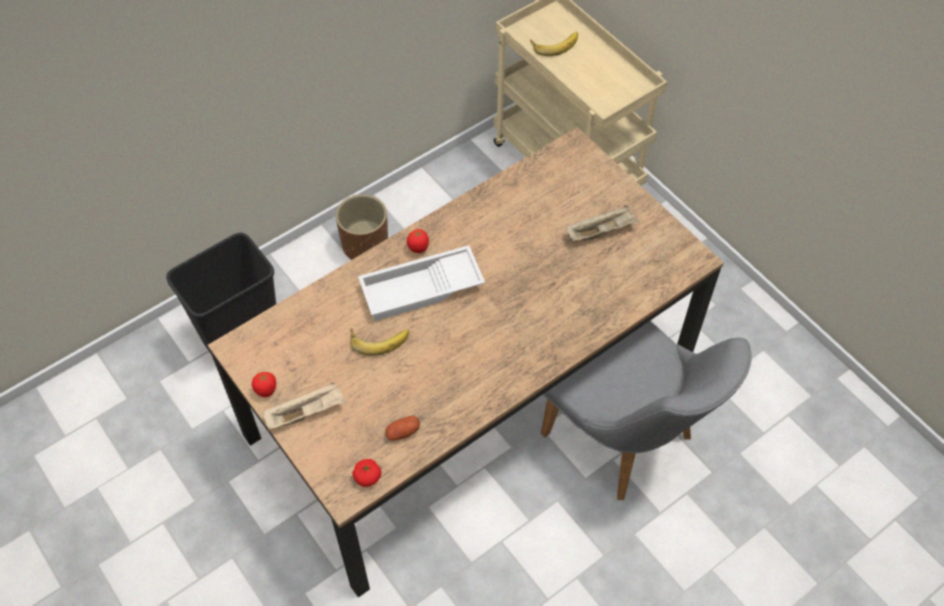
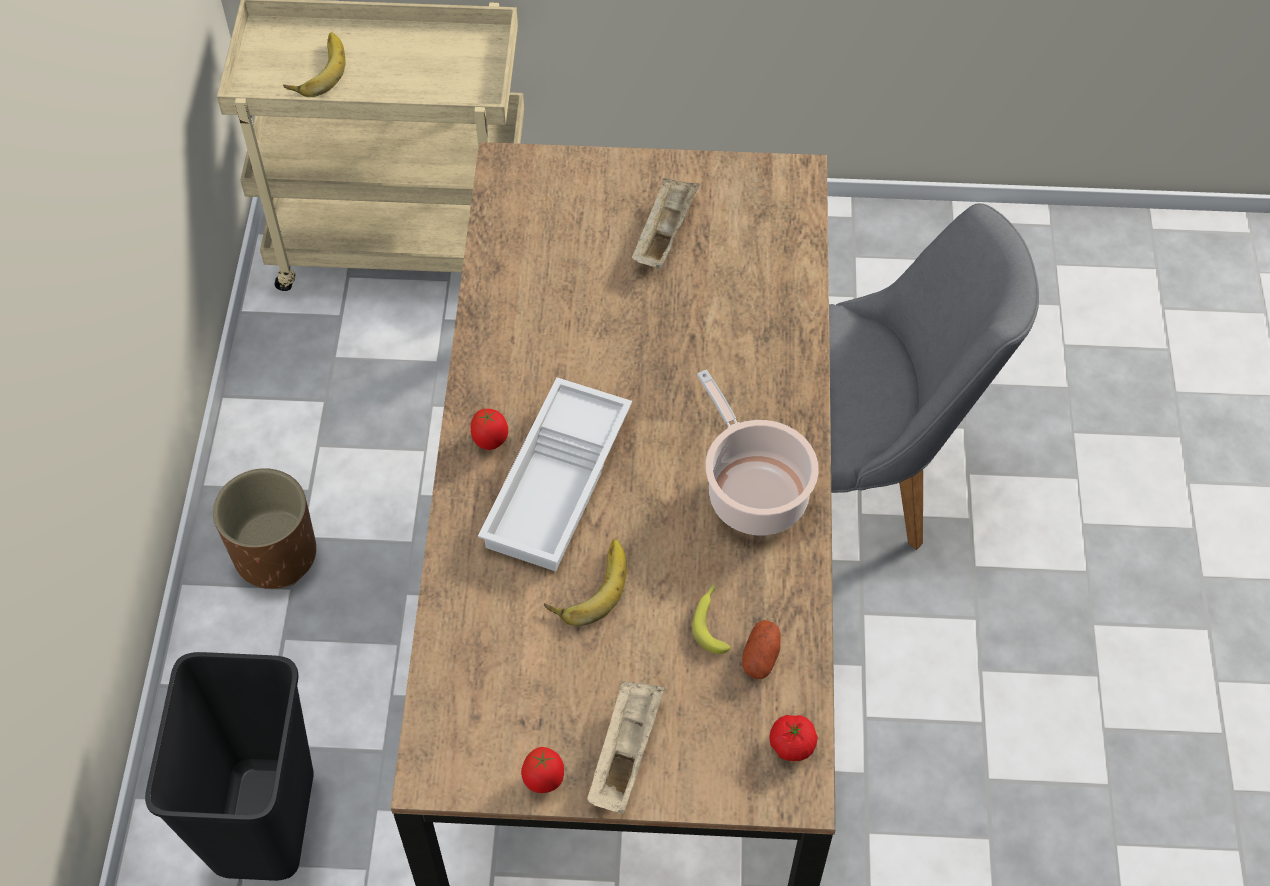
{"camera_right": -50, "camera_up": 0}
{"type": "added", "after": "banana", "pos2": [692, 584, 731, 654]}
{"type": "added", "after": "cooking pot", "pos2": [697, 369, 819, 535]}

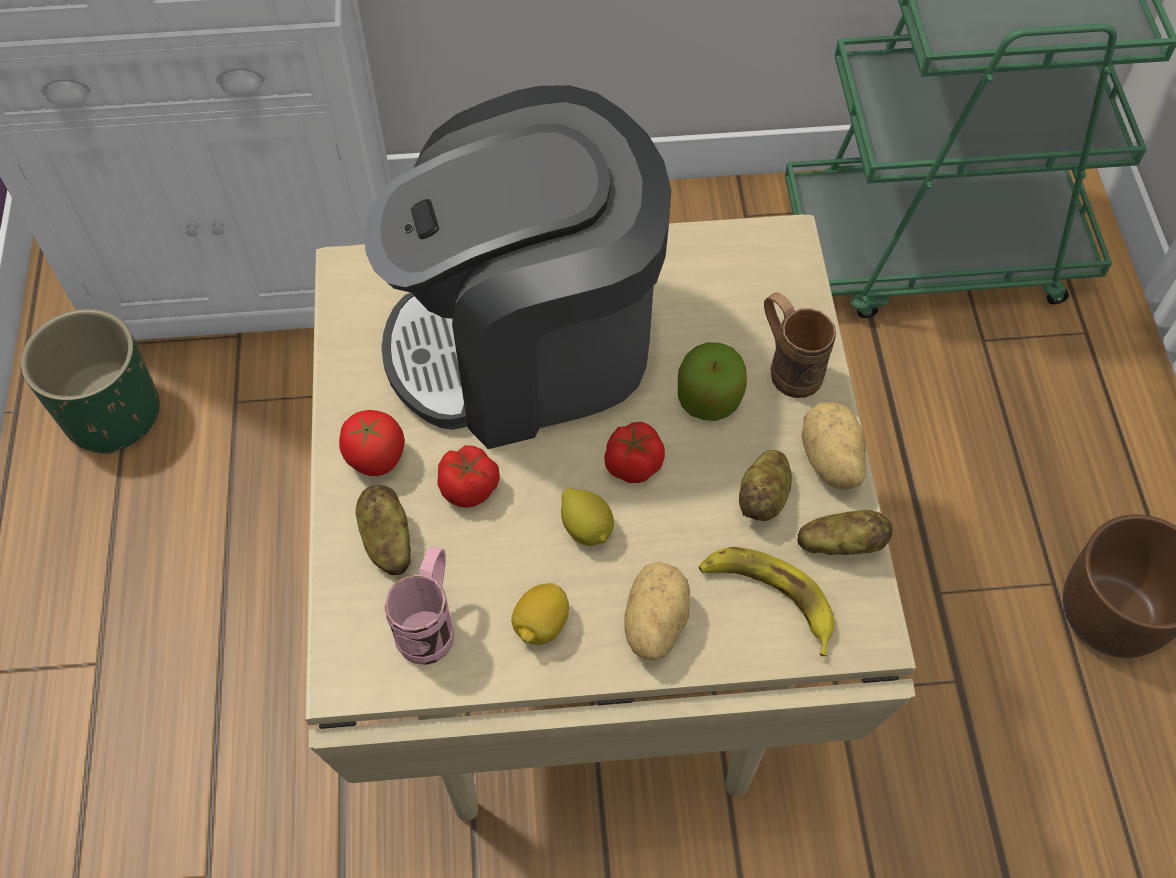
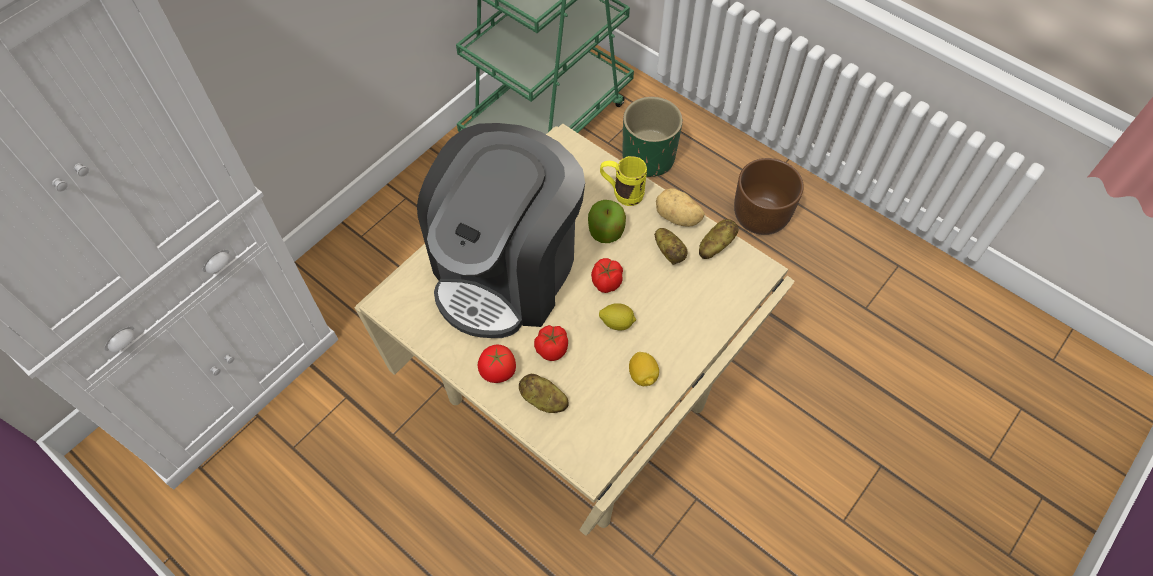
{"camera_right": -45, "camera_up": 0}
{"type": "recoloured", "before": "mug/brown", "after": "mug/yellow", "pos1": [764, 293, 836, 398], "pos2": [600, 156, 647, 206]}
{"type": "moved", "before": "planter/green", "pos1": [21, 309, 160, 454], "pos2": [622, 97, 683, 177]}
{"type": "removed", "before": "mug/pink", "pos1": [384, 546, 454, 665]}
{"type": "removed", "before": "potato", "pos1": [624, 561, 690, 661]}
{"type": "removed", "before": "banana", "pos1": [699, 547, 834, 657]}

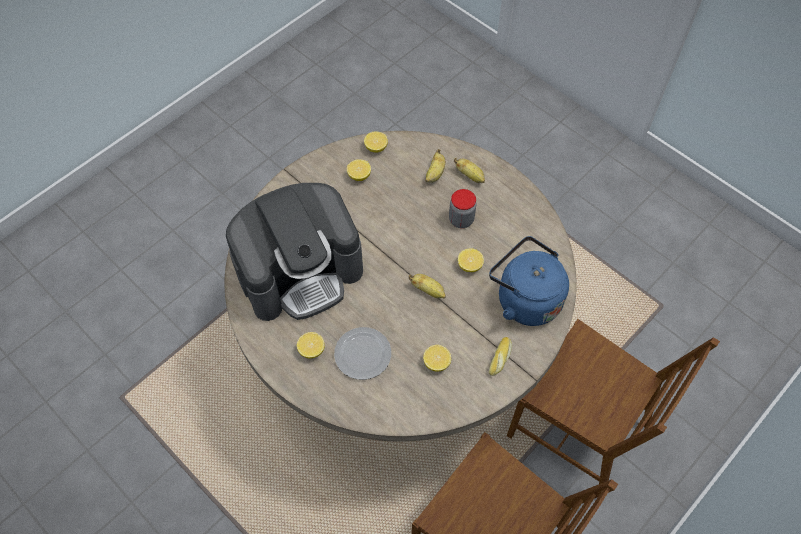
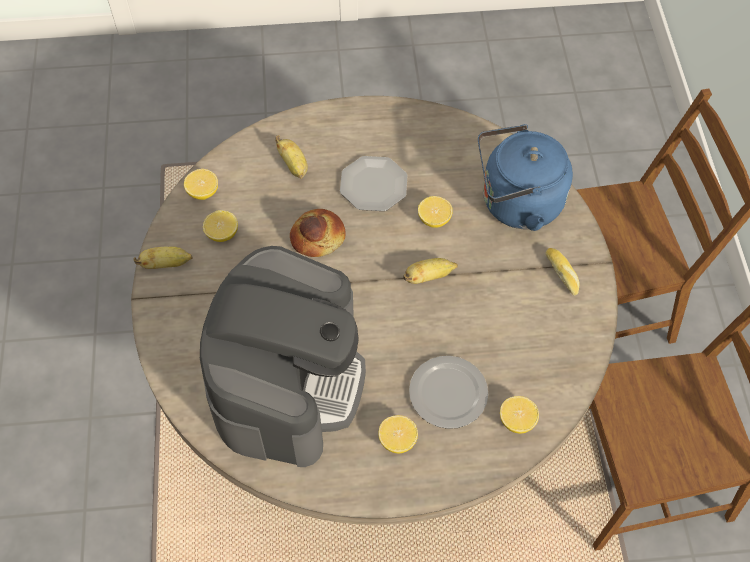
{"camera_right": -50, "camera_up": 0}
{"type": "moved", "before": "banana", "pos1": [454, 158, 485, 183], "pos2": [134, 246, 193, 269]}
{"type": "added", "after": "bread", "pos2": [290, 209, 346, 257]}
{"type": "replaced", "before": "jar", "after": "plate", "pos1": [449, 189, 476, 228], "pos2": [340, 156, 408, 211]}
{"type": "moved", "before": "lemon", "pos1": [423, 345, 451, 372], "pos2": [500, 396, 539, 433]}

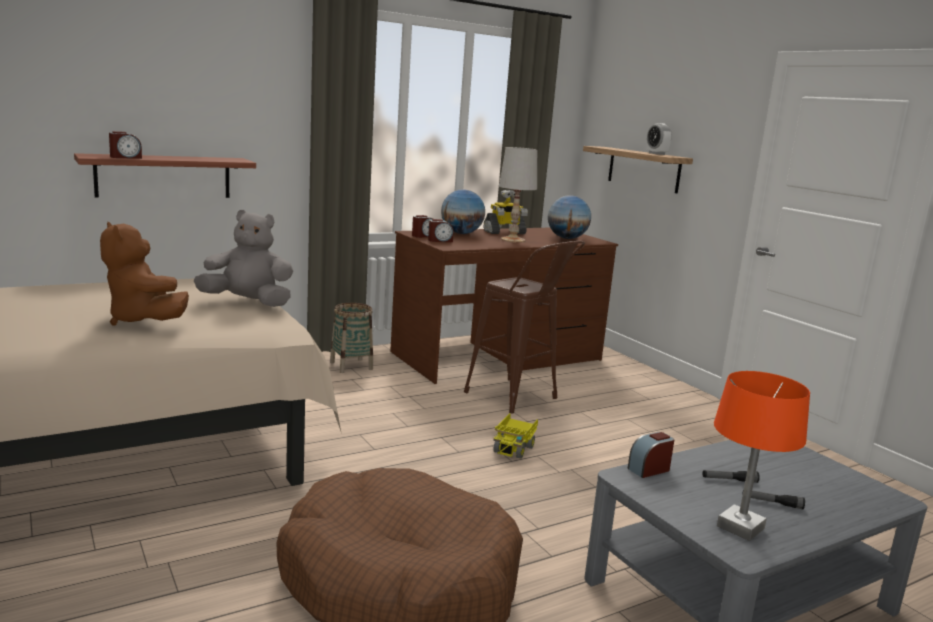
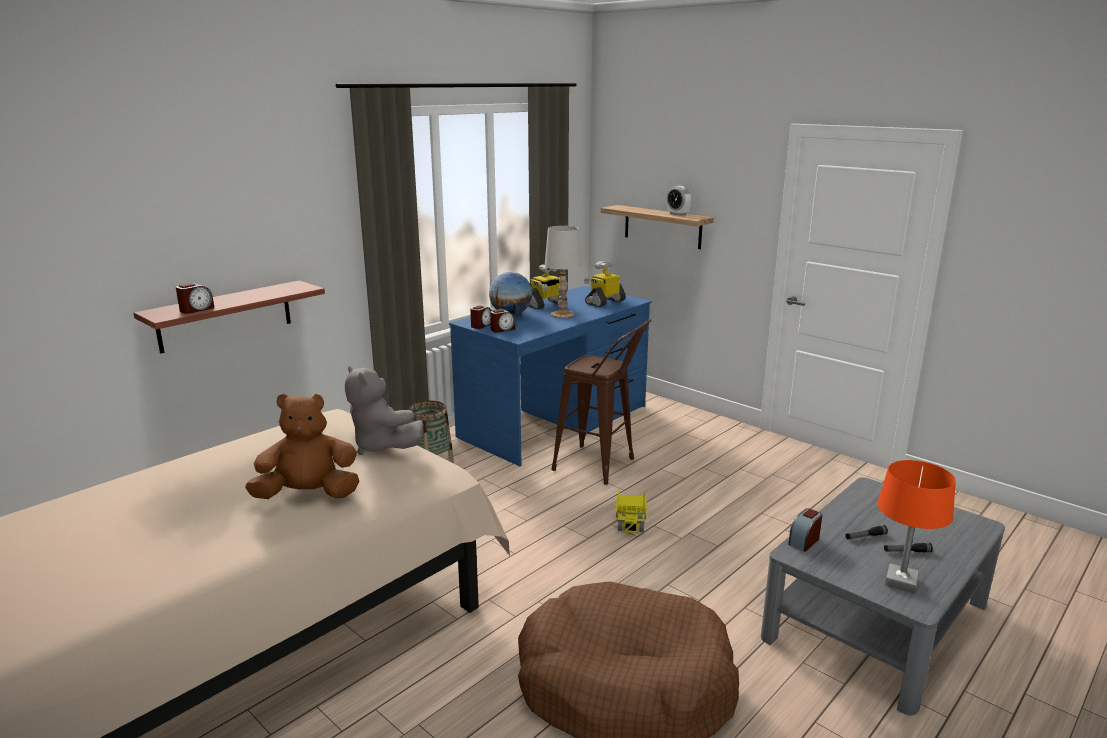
{"camera_right": -15, "camera_up": 5}
{"type": "turned", "before": "plush toy/brown", "pos1": [100, 222, 189, 325], "pos2": [245, 394, 359, 499], "turn": 135}
{"type": "turned", "before": "plush toy/grey", "pos1": [194, 210, 293, 307], "pos2": [345, 366, 424, 455], "turn": -120}
{"type": "recoloured", "before": "desk/brown", "after": "desk/blue", "pos1": [390, 228, 618, 384], "pos2": [449, 286, 652, 466]}
{"type": "replaced", "before": "globe", "after": "toy robot", "pos1": [548, 195, 591, 239], "pos2": [584, 261, 626, 307]}

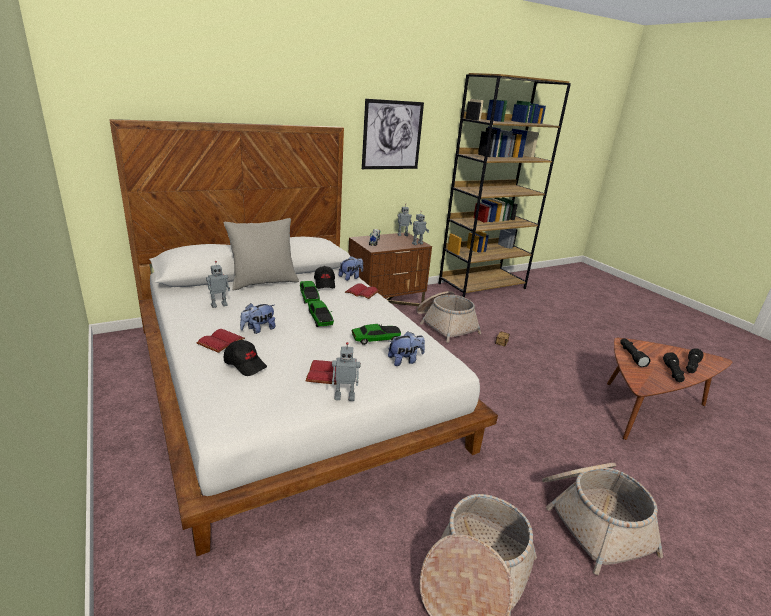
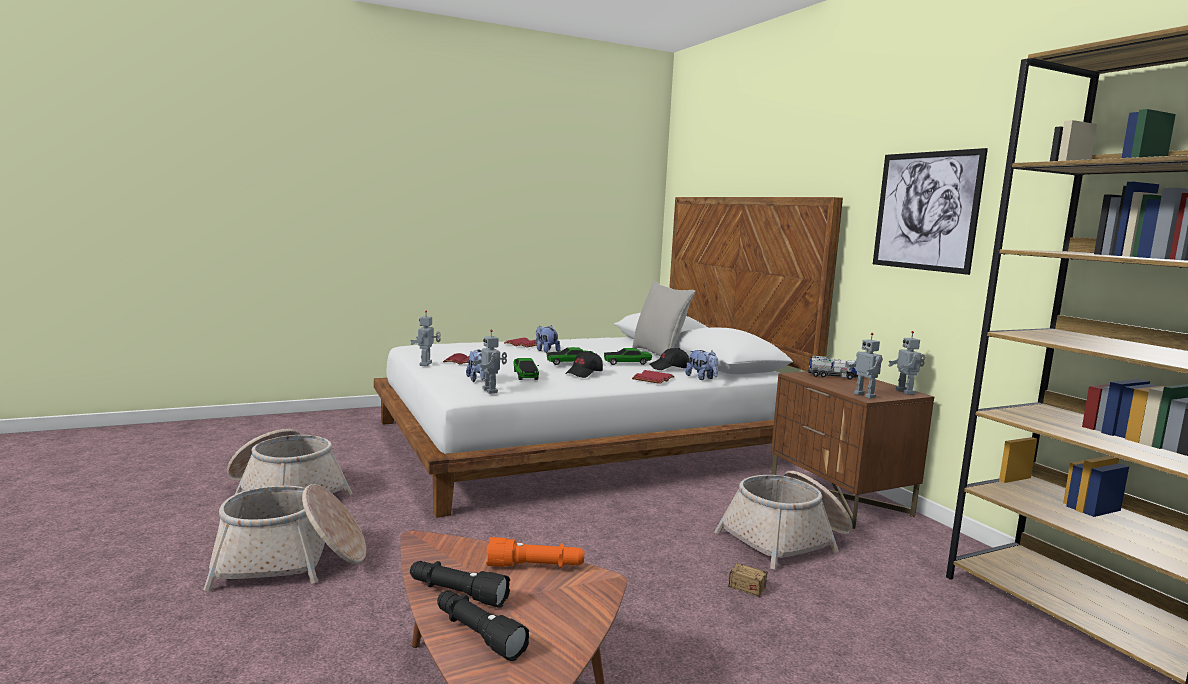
{"camera_right": 95, "camera_up": -15}
{"type": "moved", "before": "toy robot", "pos1": [206, 261, 230, 308], "pos2": [473, 330, 507, 394]}
{"type": "recoloured", "before": "flashlight/black", "after": "flashlight/orange", "pos1": [620, 338, 651, 367], "pos2": [486, 537, 585, 568]}
{"type": "moved", "before": "cap/black", "pos1": [224, 340, 267, 376], "pos2": [565, 351, 603, 378]}

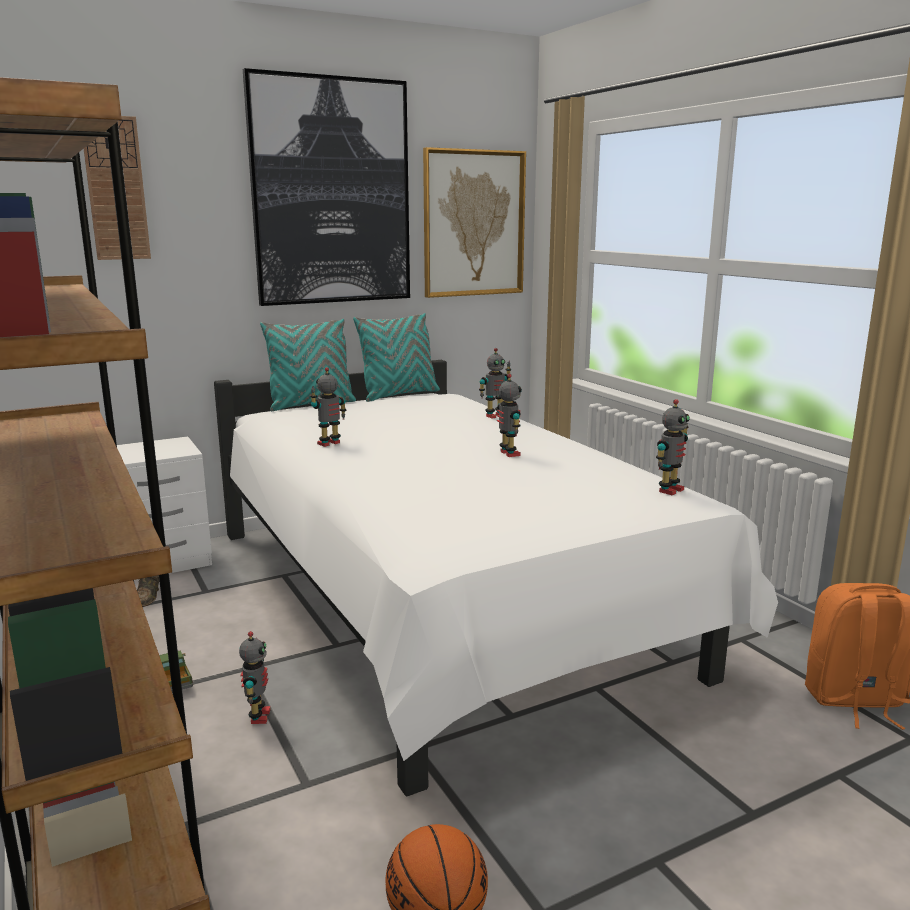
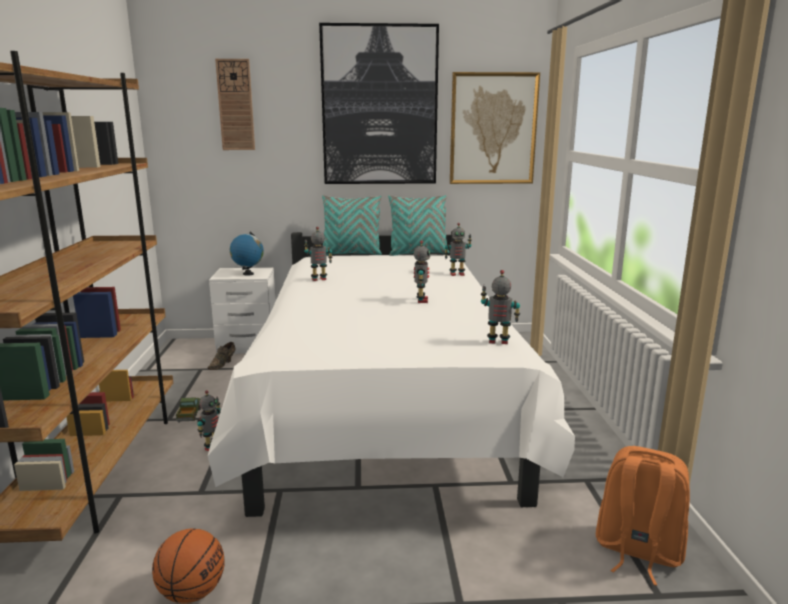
{"camera_right": 25, "camera_up": 0}
{"type": "added", "after": "globe", "pos2": [230, 232, 264, 276]}
{"type": "turned", "before": "toy robot", "pos1": [656, 399, 690, 495], "pos2": [481, 270, 520, 344], "turn": -150}

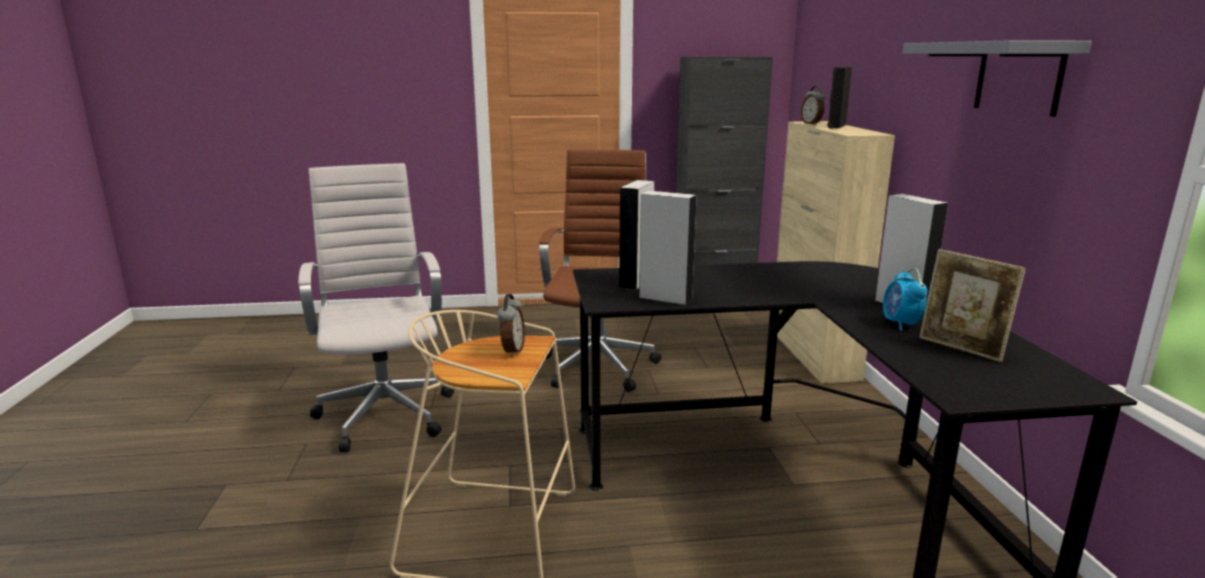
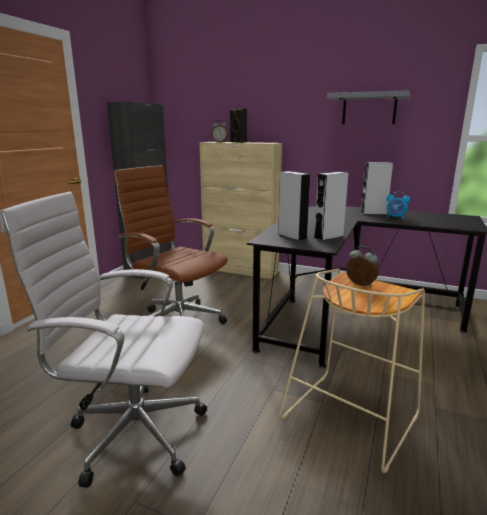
{"camera_right": -60, "camera_up": 0}
{"type": "removed", "before": "picture frame", "pos1": [919, 249, 1026, 362]}

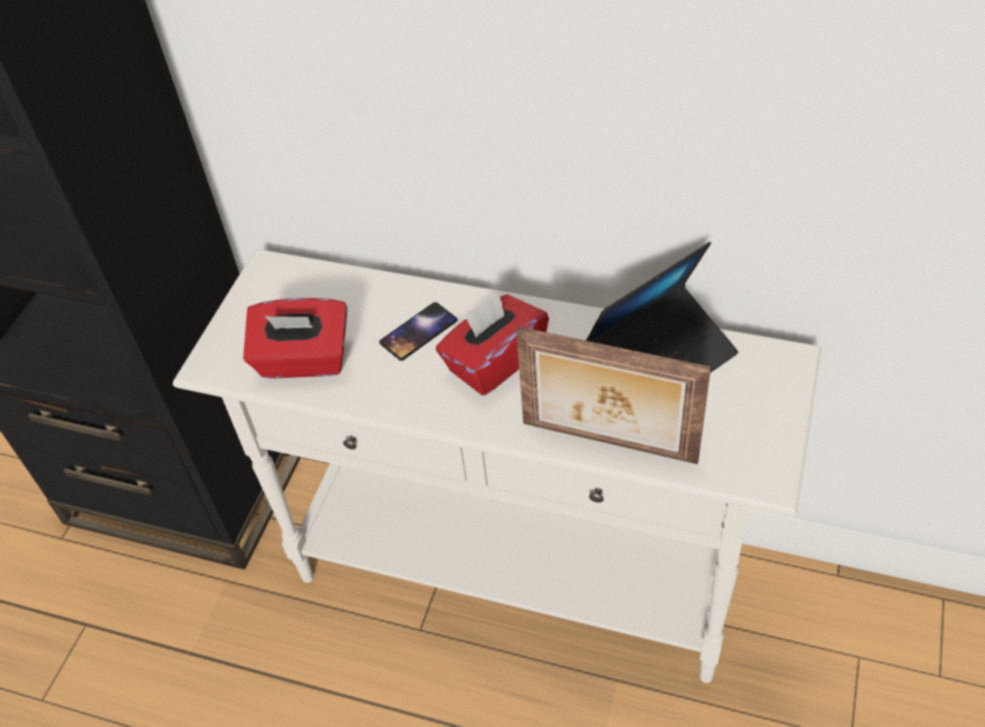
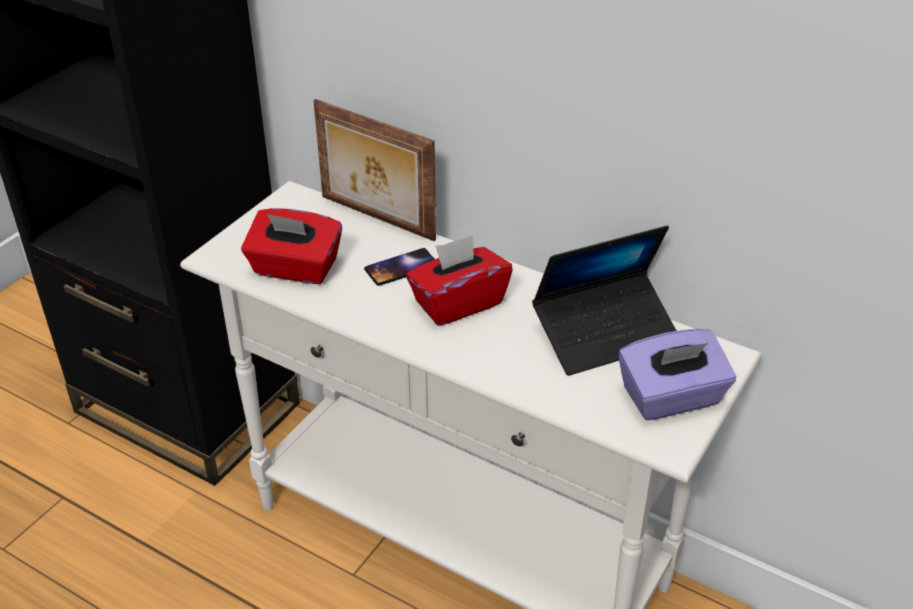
{"camera_right": 10, "camera_up": -10}
{"type": "moved", "before": "picture frame", "pos1": [516, 326, 711, 464], "pos2": [314, 99, 436, 241]}
{"type": "added", "after": "tissue box/purple", "pos2": [618, 329, 736, 420]}

